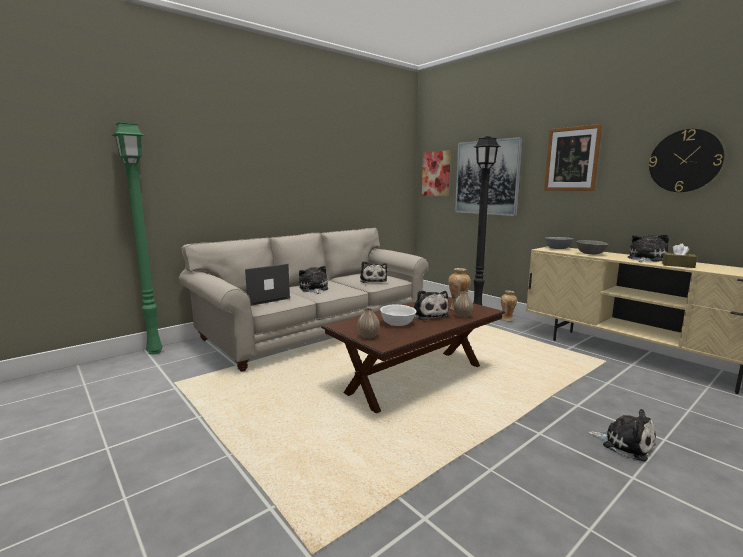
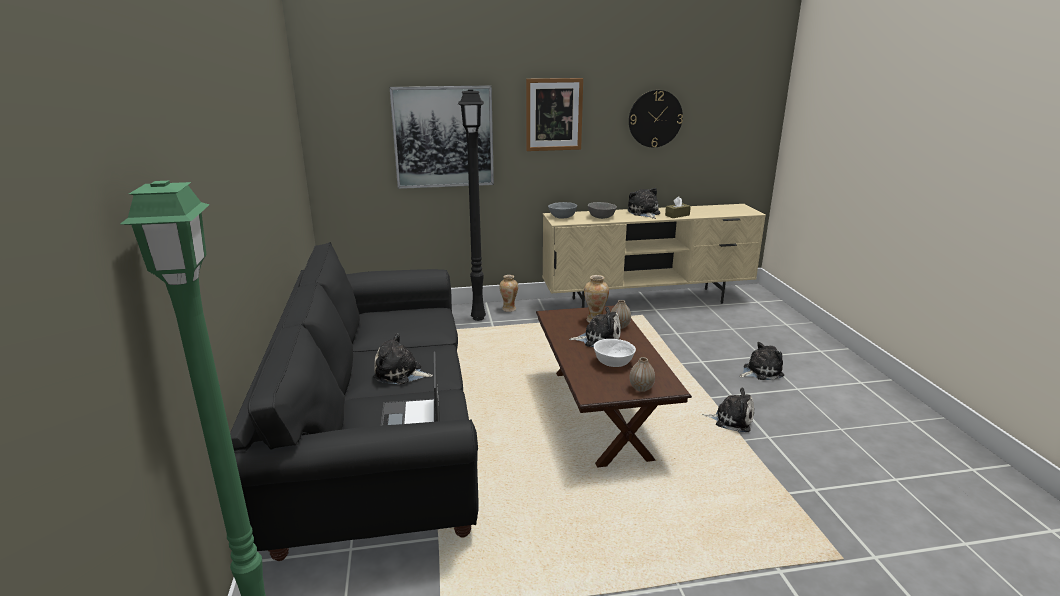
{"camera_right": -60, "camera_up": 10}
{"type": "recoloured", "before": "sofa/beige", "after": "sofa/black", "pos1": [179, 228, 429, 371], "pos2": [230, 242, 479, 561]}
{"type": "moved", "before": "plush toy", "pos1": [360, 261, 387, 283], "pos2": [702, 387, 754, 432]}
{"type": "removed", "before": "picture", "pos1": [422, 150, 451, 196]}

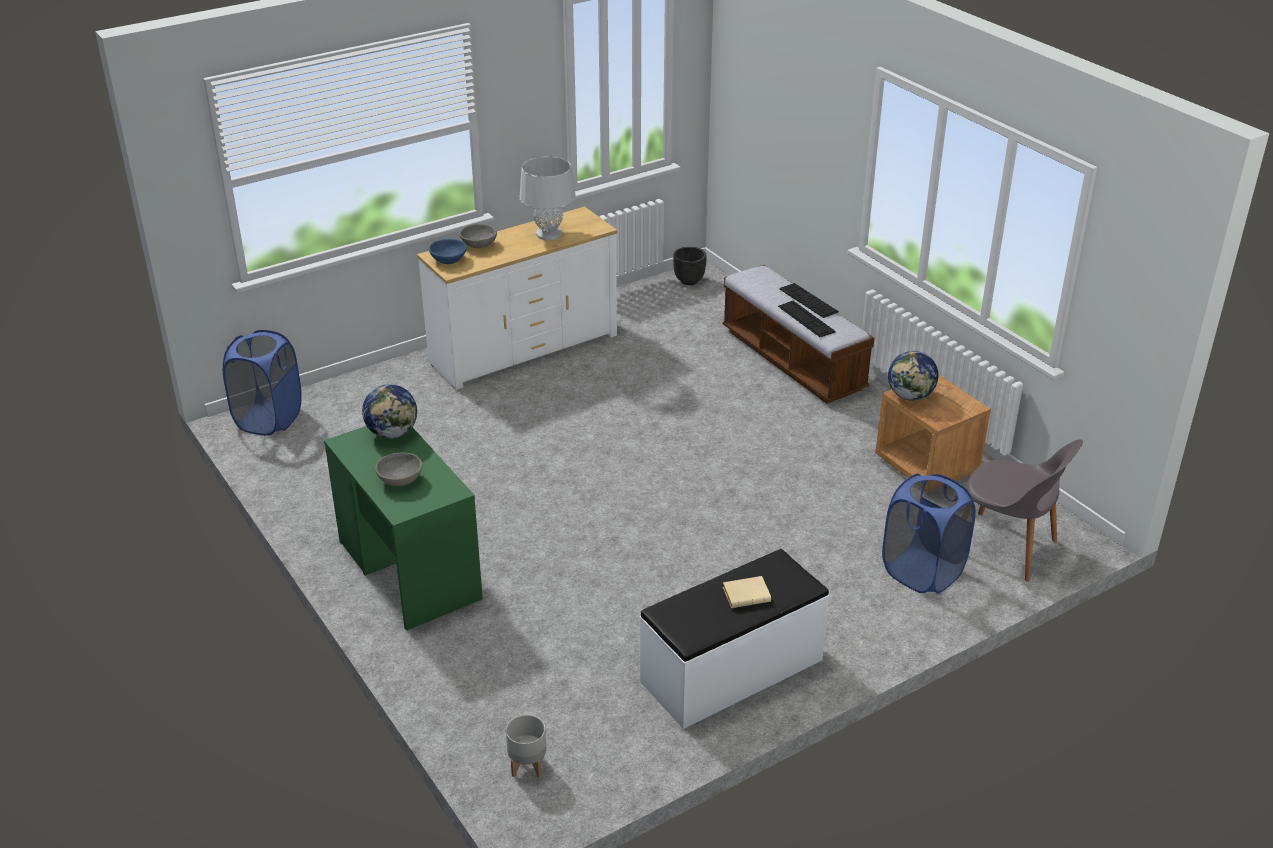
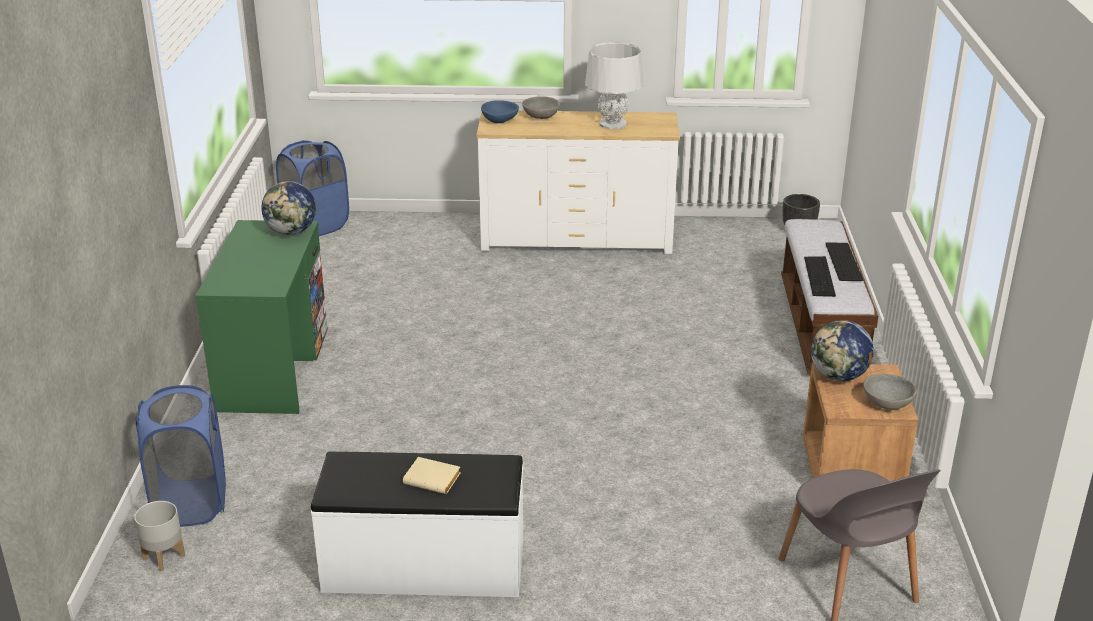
{"camera_right": 35, "camera_up": -5}
{"type": "moved", "before": "laundry basket/blue", "pos1": [882, 474, 976, 594], "pos2": [136, 385, 226, 527]}
{"type": "moved", "before": "bowl/grey", "pos1": [375, 452, 422, 486], "pos2": [864, 374, 917, 409]}

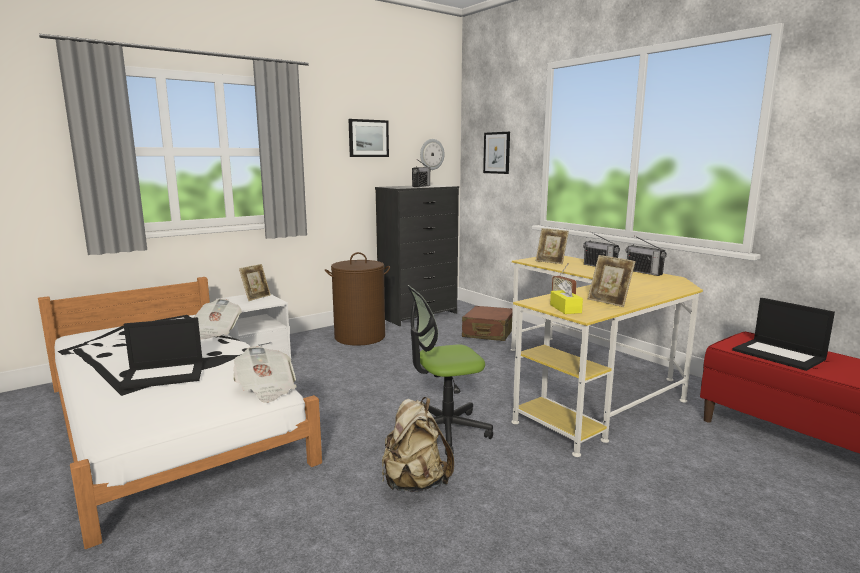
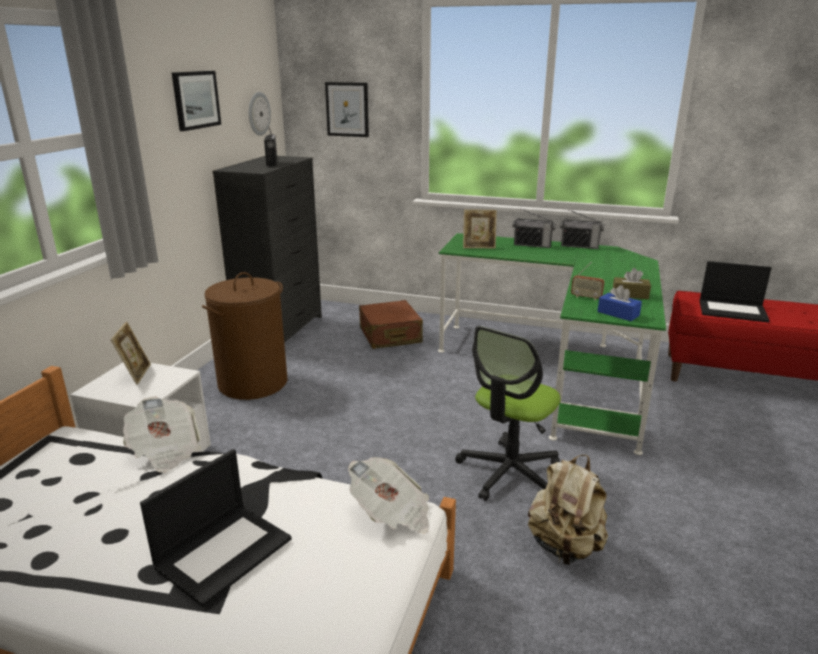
{"camera_right": -35, "camera_up": 10}
{"type": "recoloured", "before": "desk/yellow", "after": "desk/green", "pos1": [510, 256, 703, 457], "pos2": [438, 233, 666, 455]}
{"type": "recoloured", "before": "tissue box/yellow", "after": "tissue box/blue", "pos1": [550, 280, 583, 314], "pos2": [597, 285, 642, 321]}
{"type": "replaced", "before": "picture frame", "after": "tissue box/brown", "pos1": [588, 255, 636, 307], "pos2": [613, 268, 651, 299]}

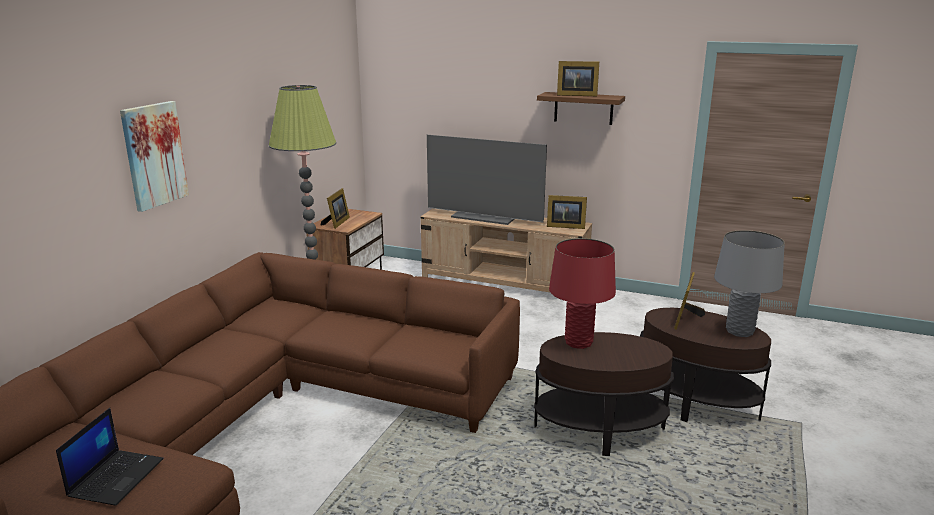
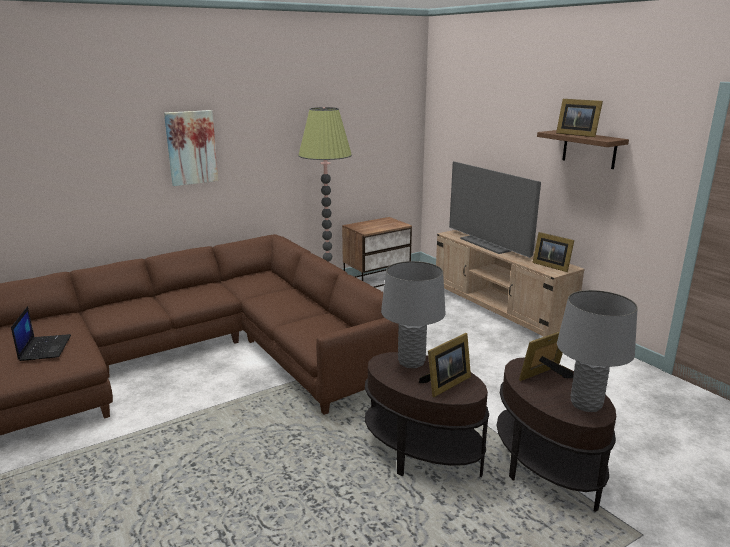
{"camera_right": 35, "camera_up": 0}
{"type": "turned", "before": "laptop", "pos1": [56, 408, 164, 506], "pos2": [11, 306, 71, 361], "turn": -60}
{"type": "recoloured", "before": "table lamp/red", "after": "table lamp/grey", "pos1": [549, 238, 616, 349], "pos2": [381, 261, 446, 368]}
{"type": "moved", "before": "picture frame", "pos1": [321, 188, 350, 229], "pos2": [419, 333, 471, 397]}

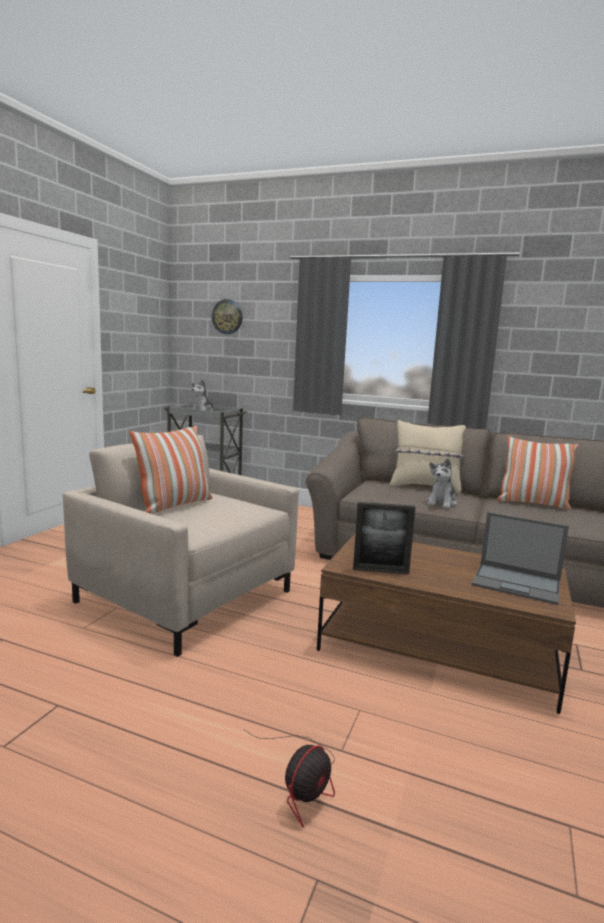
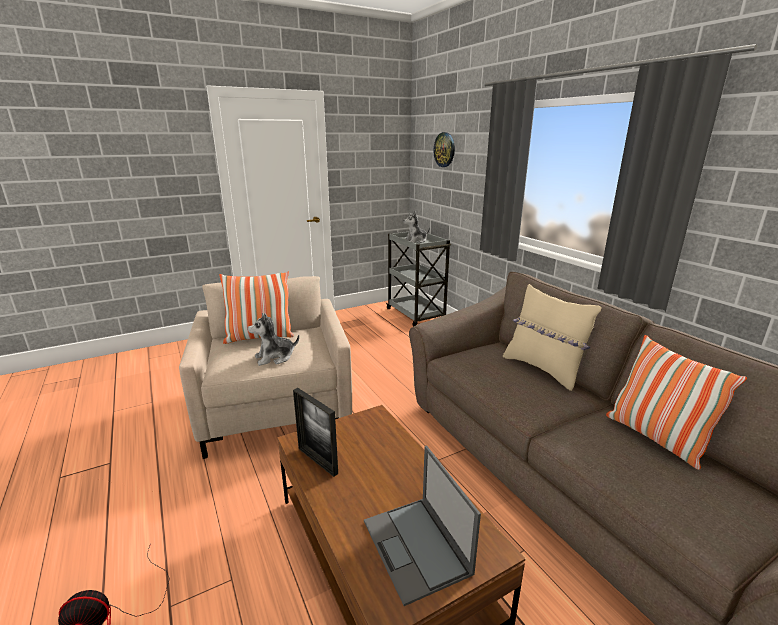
{"camera_right": 40, "camera_up": 10}
{"type": "moved", "before": "plush toy", "pos1": [427, 458, 457, 508], "pos2": [248, 313, 299, 366]}

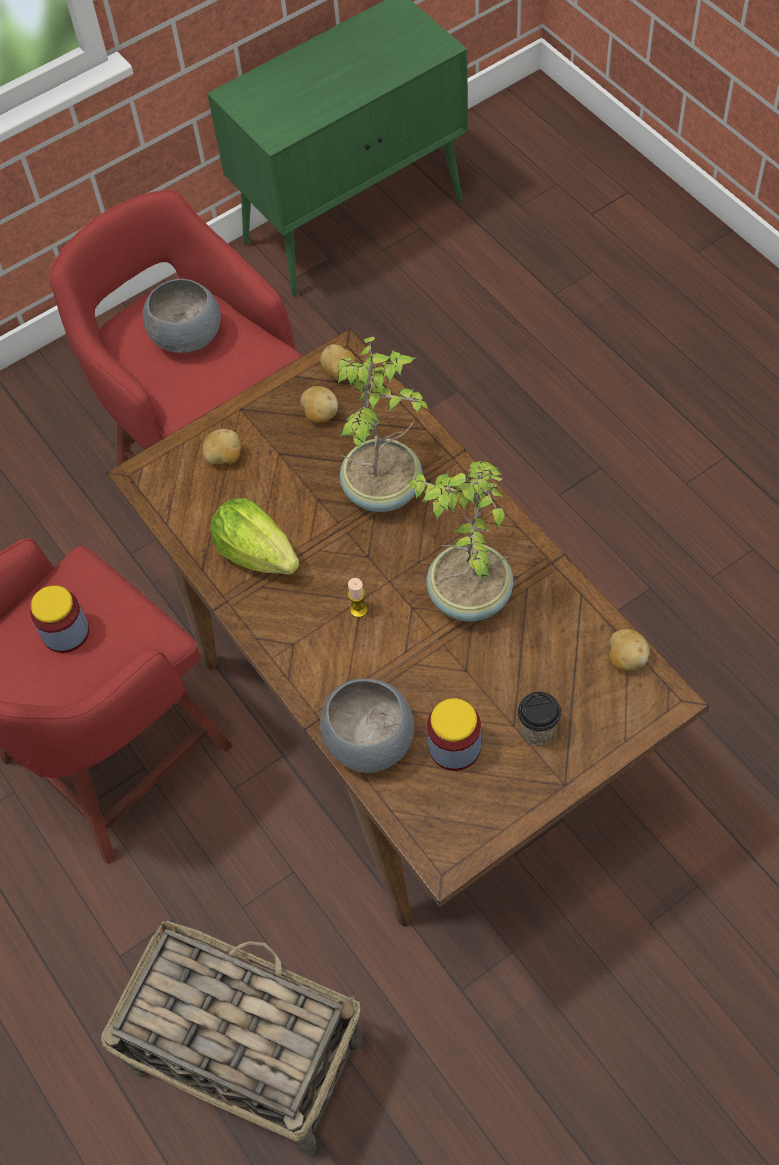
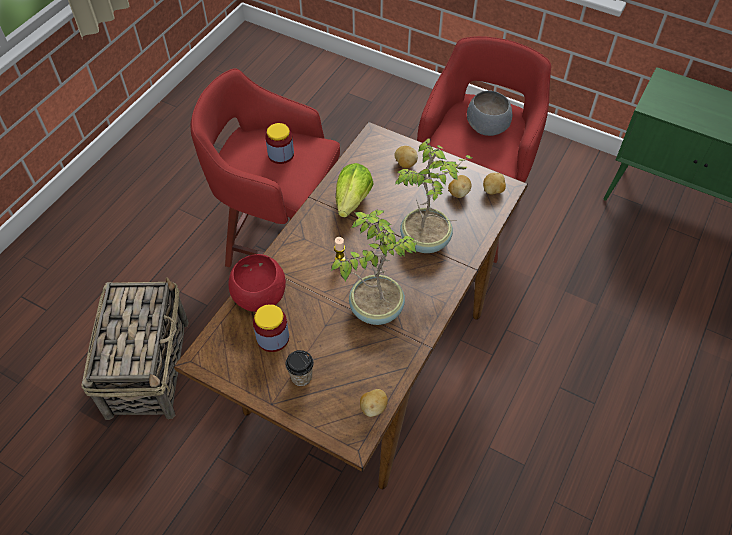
{"camera_right": 60, "camera_up": -5}
{"type": "recoloured", "before": "bowl/grey", "after": "bowl/red", "pos1": [320, 679, 414, 773], "pos2": [228, 254, 286, 312]}

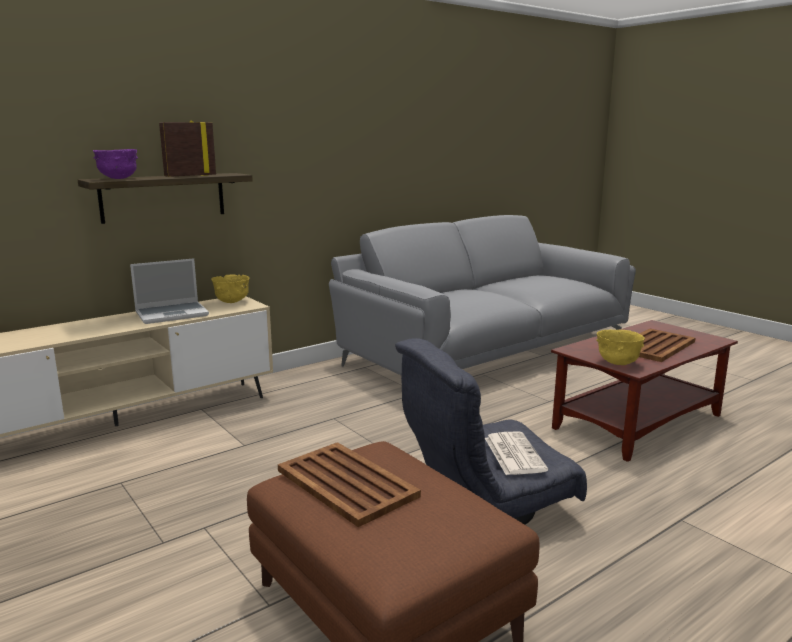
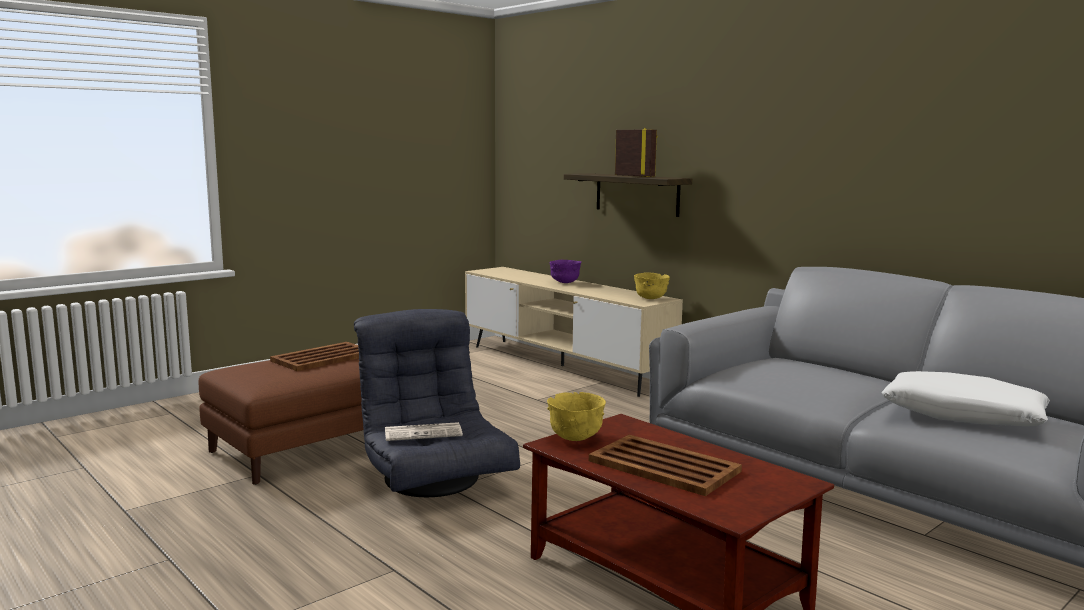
{"camera_right": 85, "camera_up": -5}
{"type": "moved", "before": "bowl/purple", "pos1": [93, 149, 138, 179], "pos2": [549, 260, 582, 283]}
{"type": "added", "after": "pillow/white", "pos2": [881, 371, 1050, 426]}
{"type": "removed", "before": "laptop", "pos1": [130, 258, 209, 324]}

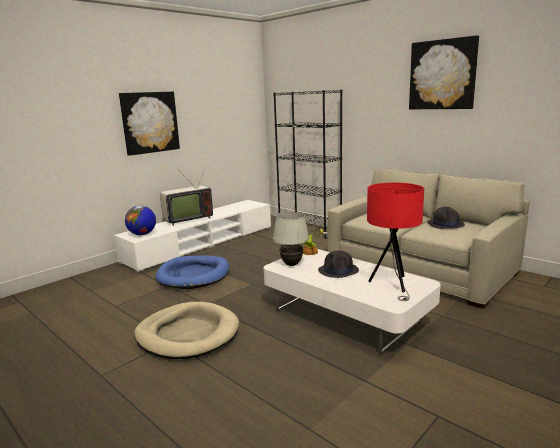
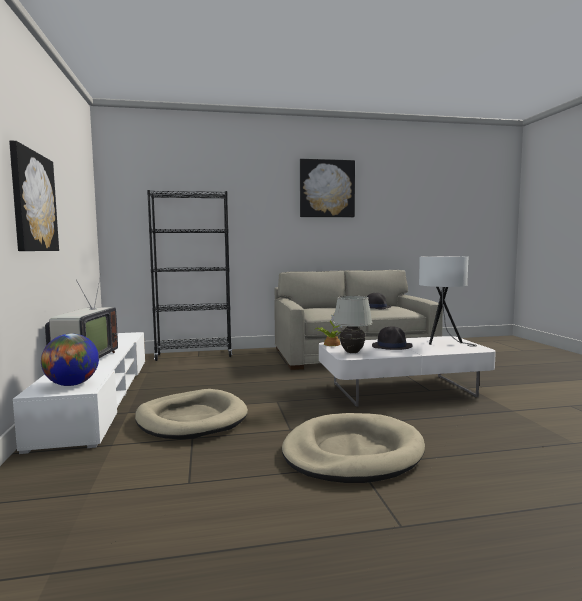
{"camera_right": -55, "camera_up": -10}
{"type": "recoloured", "before": "dog bed/blue", "after": "dog bed/beige", "pos1": [155, 255, 229, 289], "pos2": [135, 389, 248, 439]}
{"type": "recoloured", "before": "table lamp/red", "after": "table lamp/white", "pos1": [367, 183, 424, 301], "pos2": [419, 256, 477, 347]}

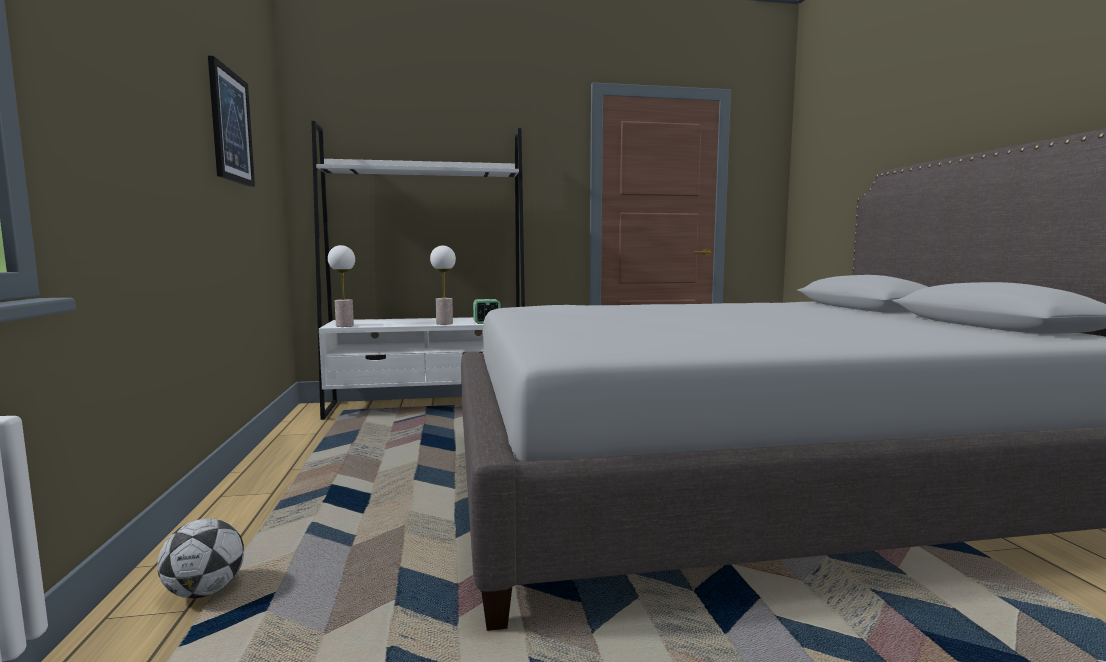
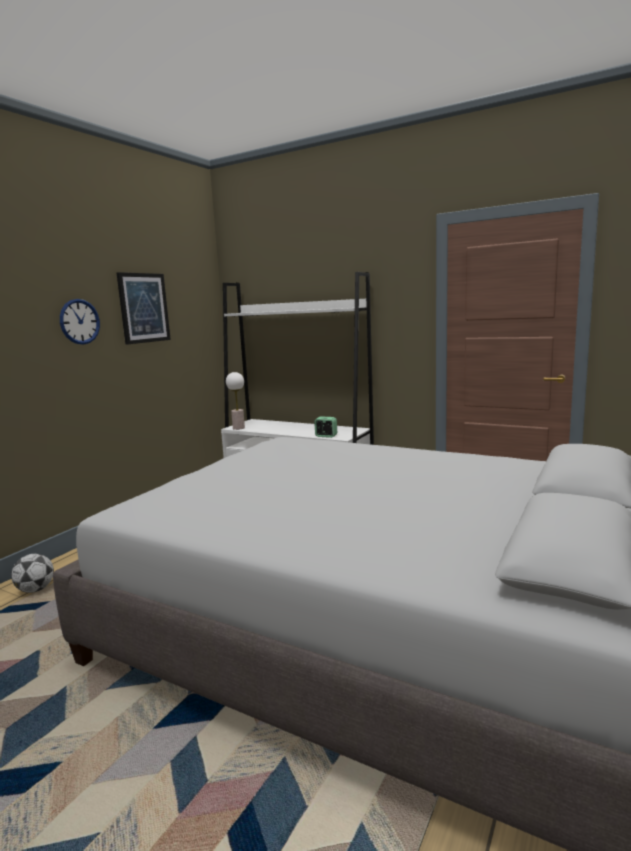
{"camera_right": 40, "camera_up": 5}
{"type": "added", "after": "wall clock", "pos2": [60, 299, 100, 345]}
{"type": "removed", "before": "table lamp", "pos1": [430, 246, 456, 325]}

